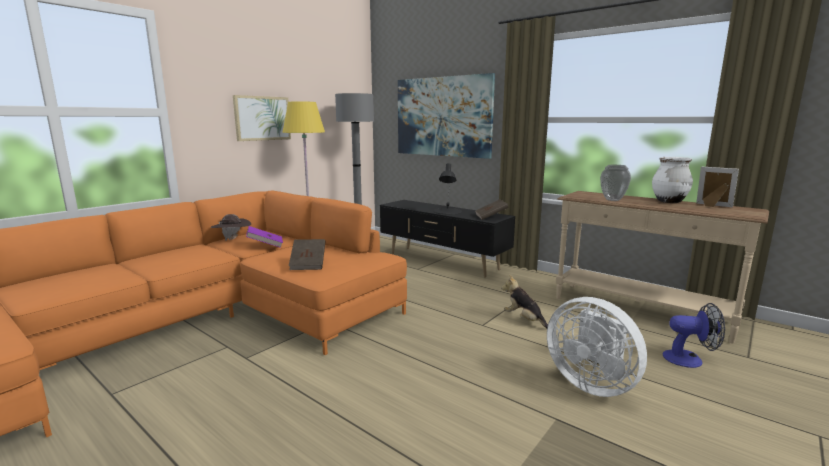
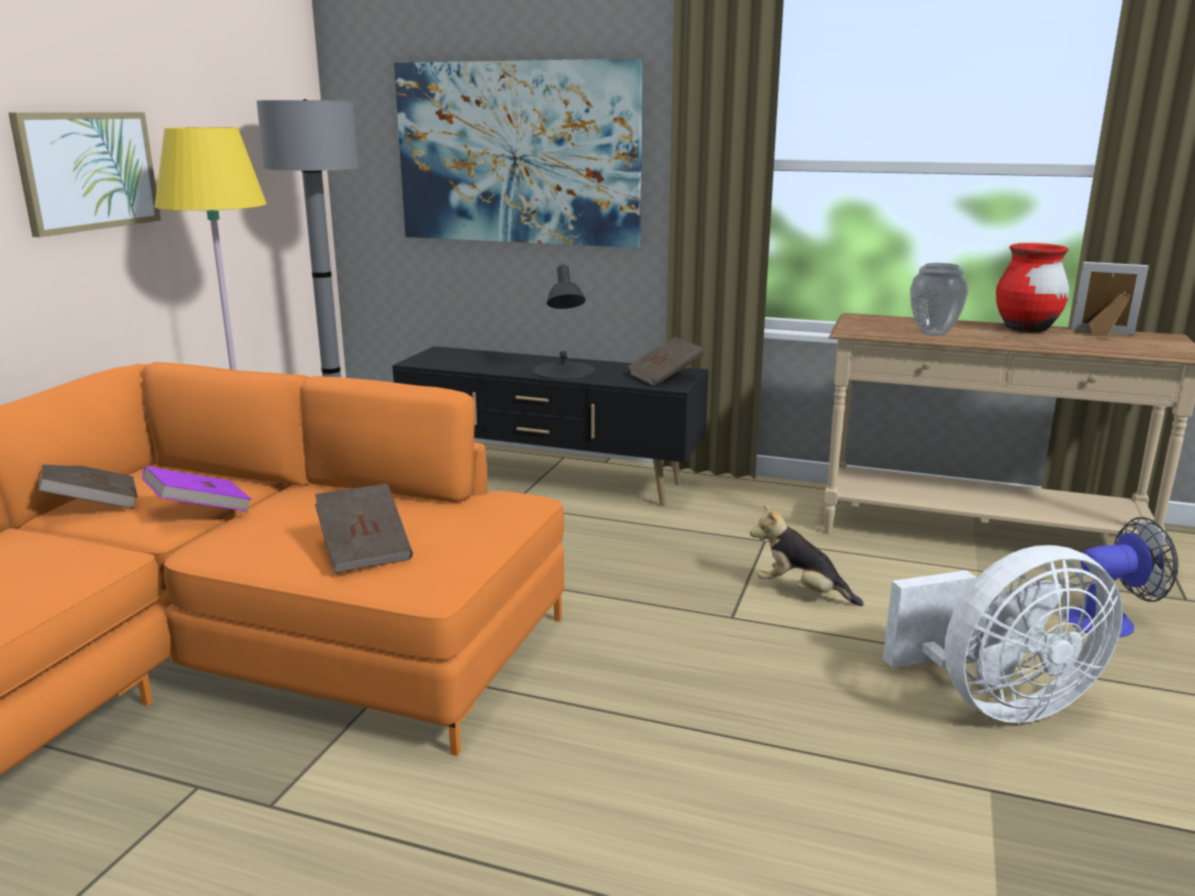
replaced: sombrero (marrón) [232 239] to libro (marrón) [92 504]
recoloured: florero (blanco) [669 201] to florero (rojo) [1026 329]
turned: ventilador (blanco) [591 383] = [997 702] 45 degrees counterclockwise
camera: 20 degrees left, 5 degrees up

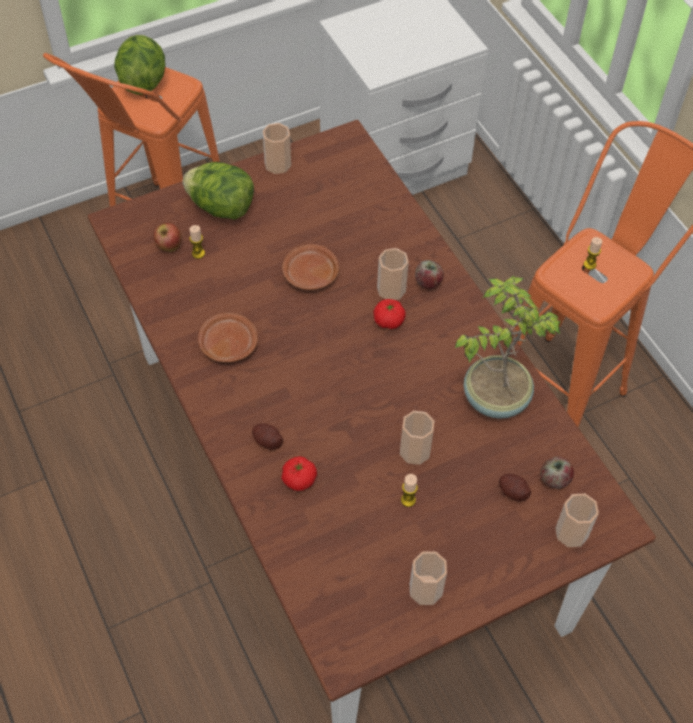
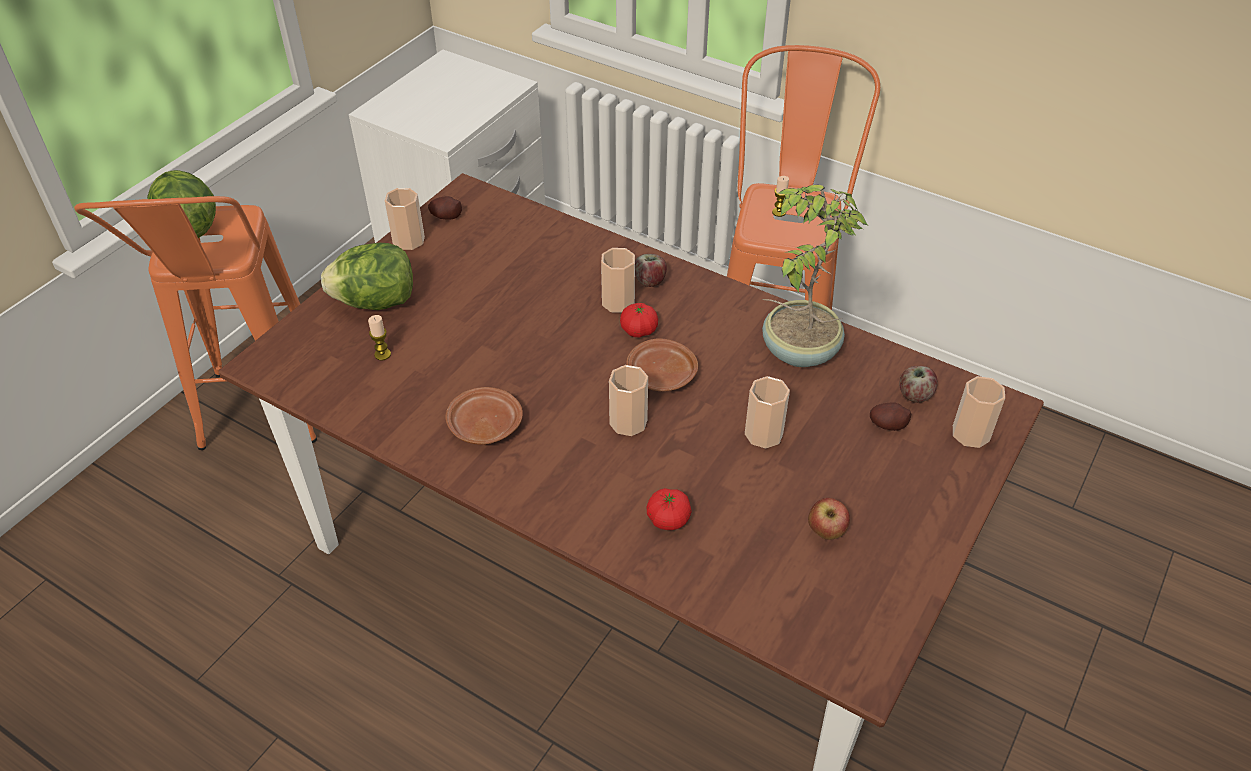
removed: vela [408 500]
moved: patata [267 441] to [446 216]; taza [425 590] to [628 422]; plato (marrón) [310 274] to [662 375]; manzana [169 247] to [826 532]
camera: 30 degrees left, 10 degrees down

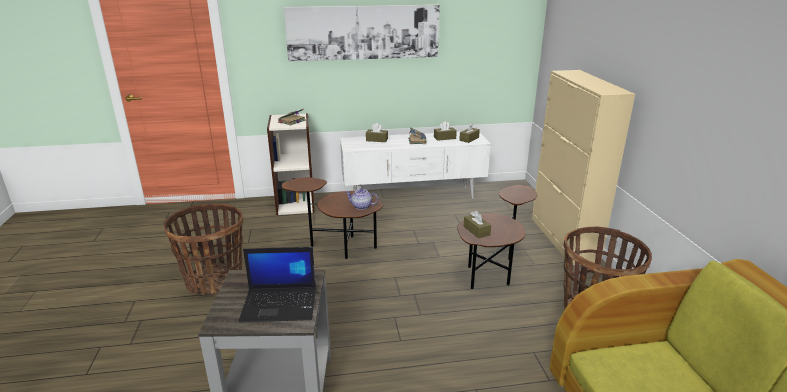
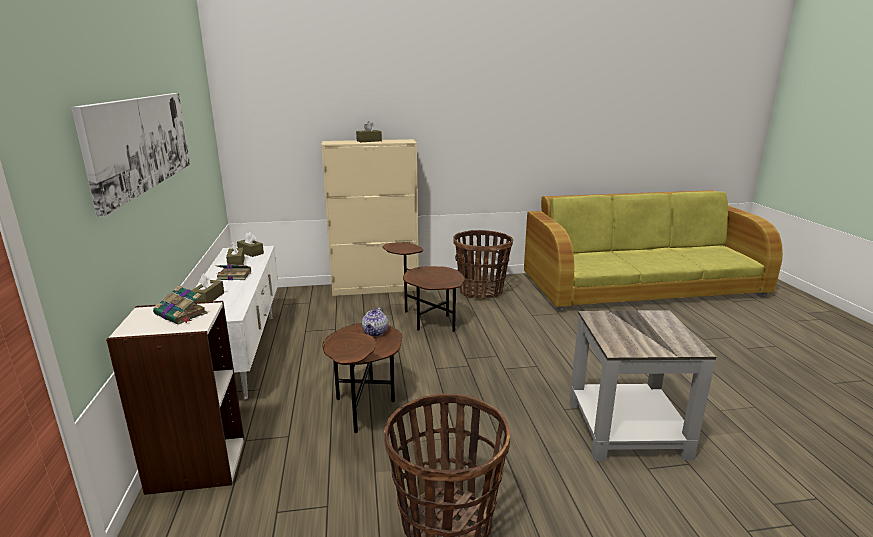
removed: portátil [280 304]
moved: caja de pañuelos (marrón) [476 231] to [369 141]
camera: 90 degrees left, 5 degrees down

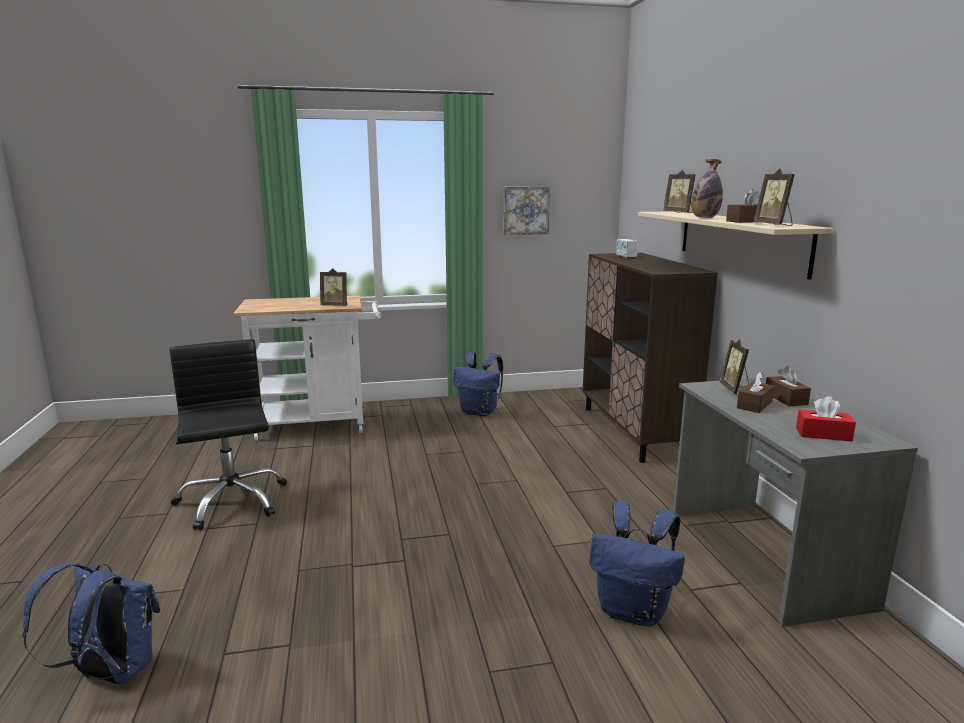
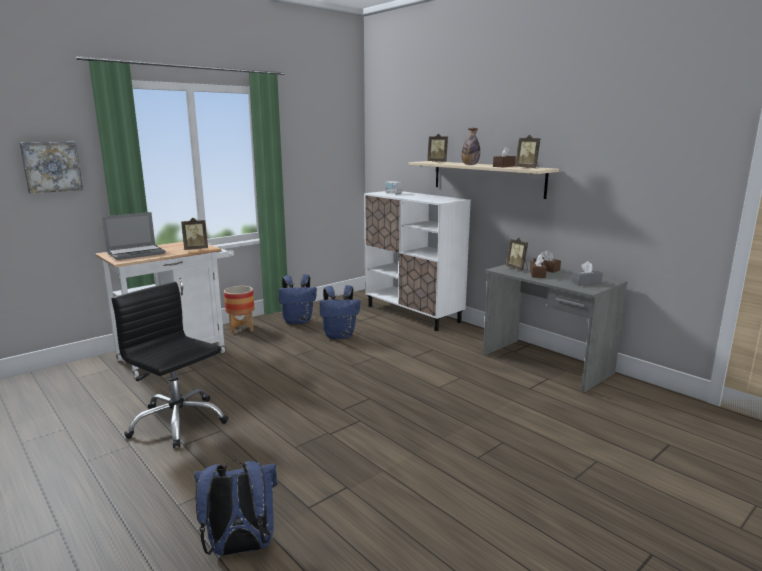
added: portátil [136 253]; maceta [241 328]
moved: cuadro [525 210] to [51 166]; mochila (azul) [634 611] to [339 335]
recoloured: armario (marrón) [634 431] to armario (blanco) [413 314]; caja de pañuelos (rojo) [823 434] to caja de pañuelos (gris) [586 282]
camera: 30 degrees left, 0 degrees up

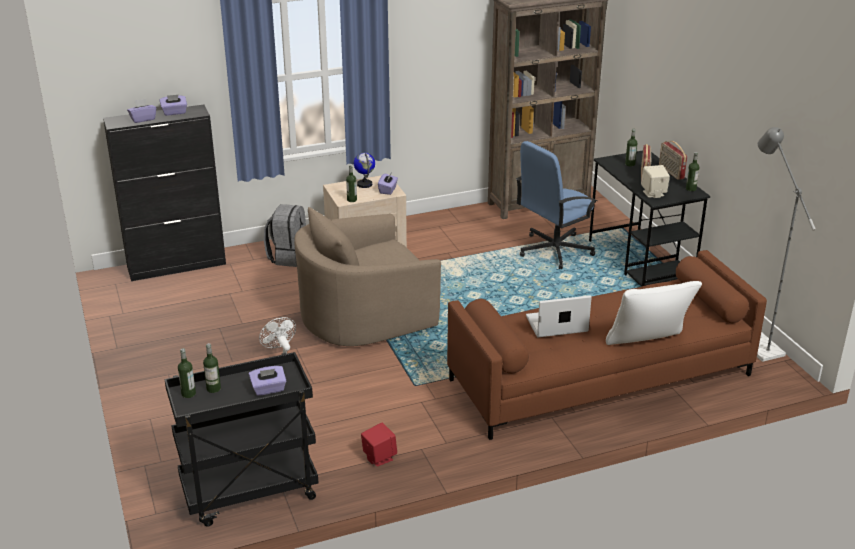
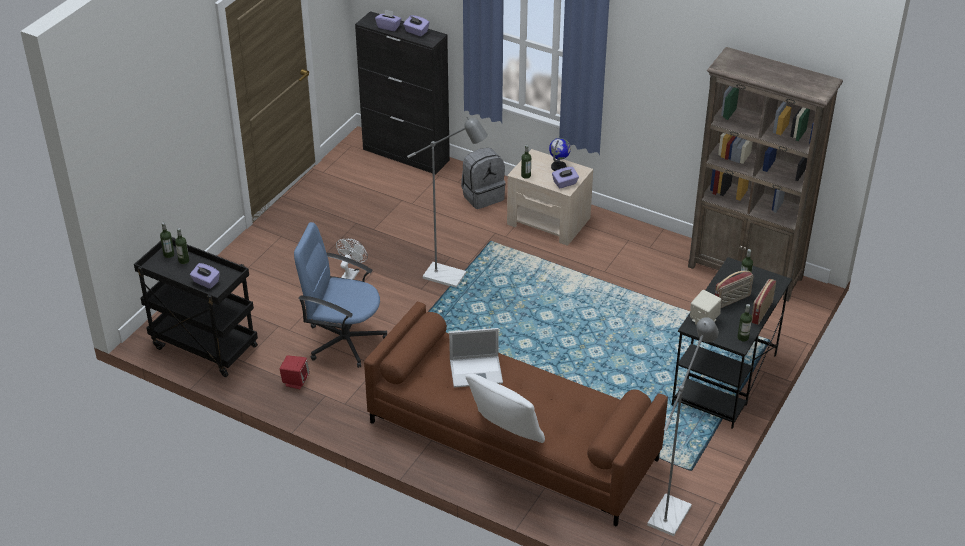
moved: silla de oficina (azul) [554 250] to [344 340]
replaced: sillón (beis) [364 315] to lámpara de pie (gris) [451 277]
turned: portátil [555 324] = [477 371] 135 degrees clockwise
camera: 50 degrees right, 10 degrees up

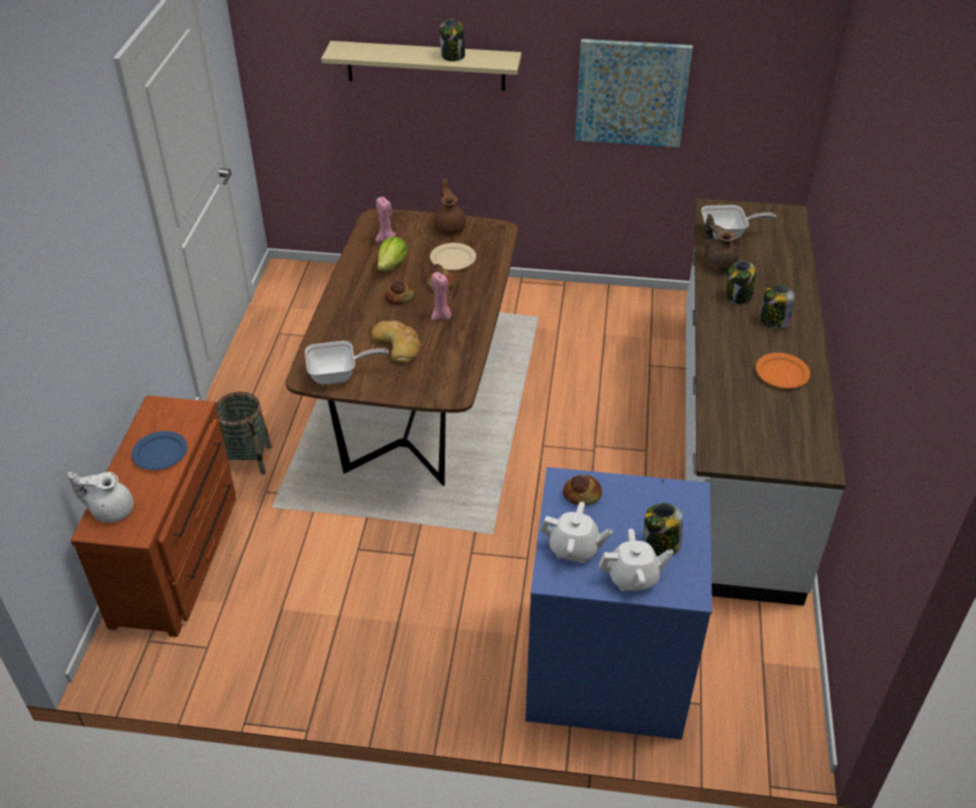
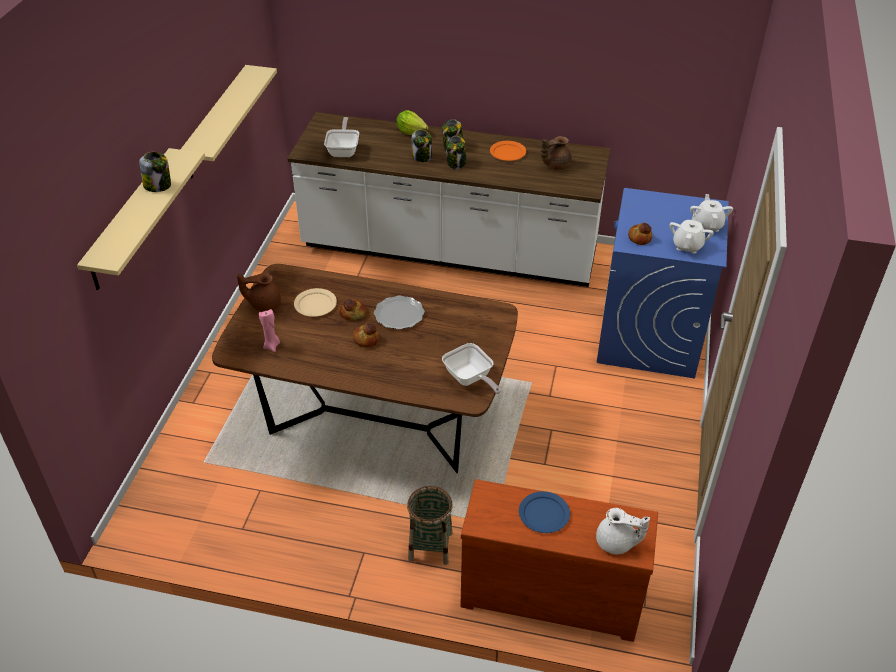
removed: pan [398 344]
moved: lechuga [392 265] to [411 132]; tarro [661 545] to [456 163]; tetera (marrón) [718 264] to [555 165]
replaced: cuadro [631 92] to estante (beis) [216 122]; vela (rosa) [442 316] to plato [399 315]
turned: sartén [338 375] = [470 379] 150 degrees clockwise; tetera (blanco) [111 510] = [616 543] 75 degrees counterclockwise
camera: 85 degrees left, 0 degrees up

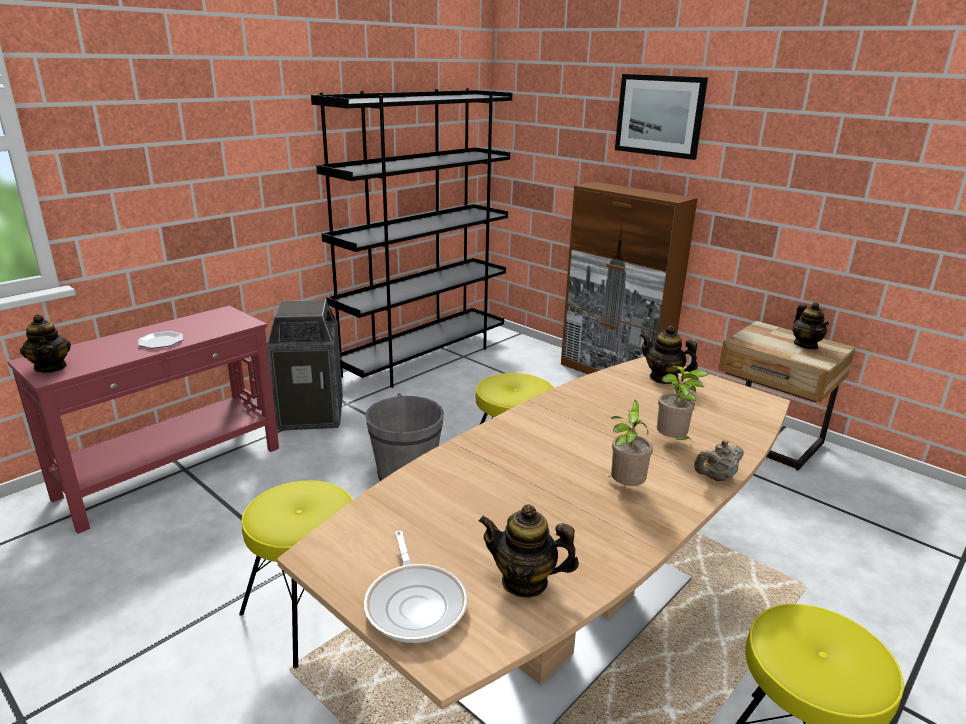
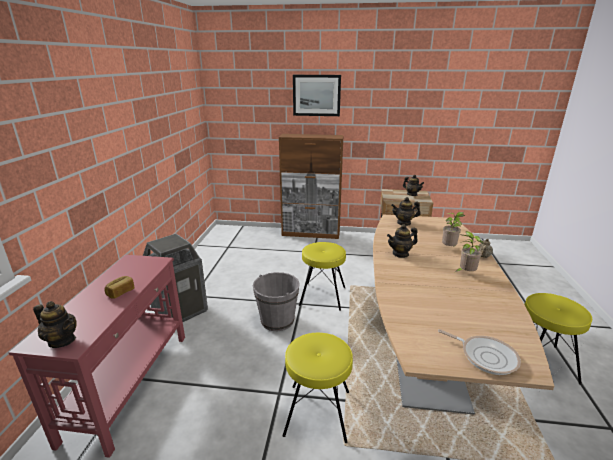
removed: estantería (negro) [424 359]
moved: tetera [525 581] to [400 254]
replaced: plato [161 342] to pan [120 292]
camera: 35 degrees left, 0 degrees up

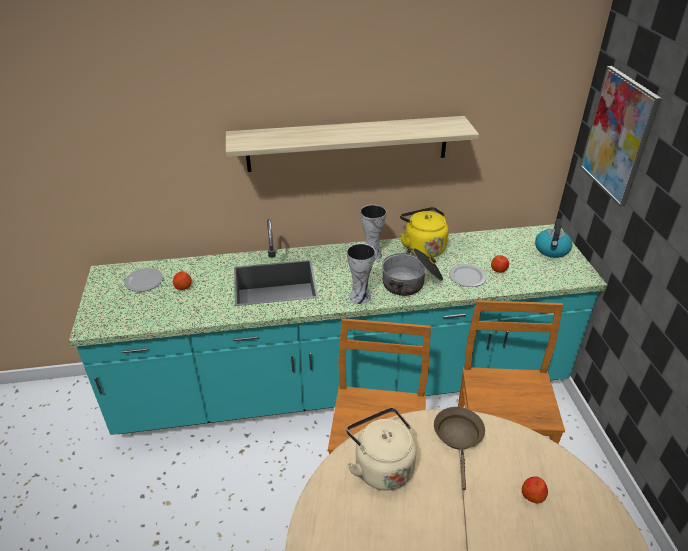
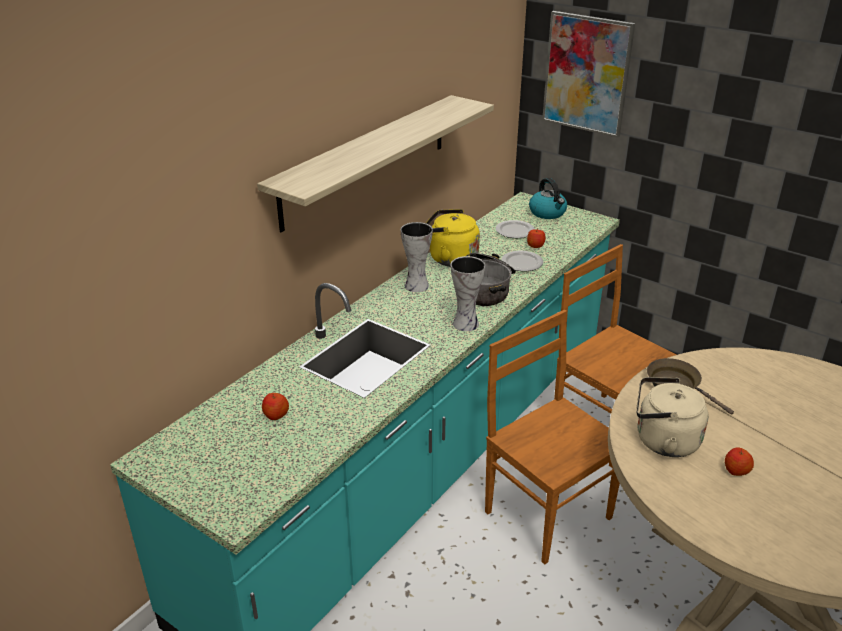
moved: plato [144 281] to [514 231]; manzana [532 495] to [736 470]
camera: 45 degrees left, 5 degrees down

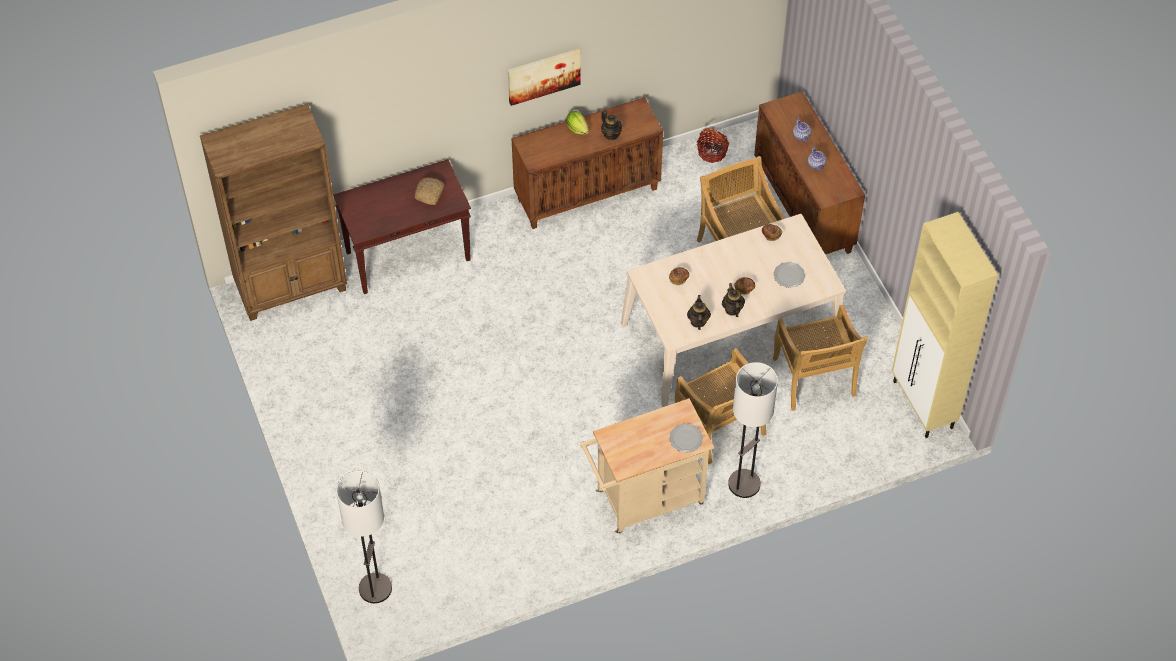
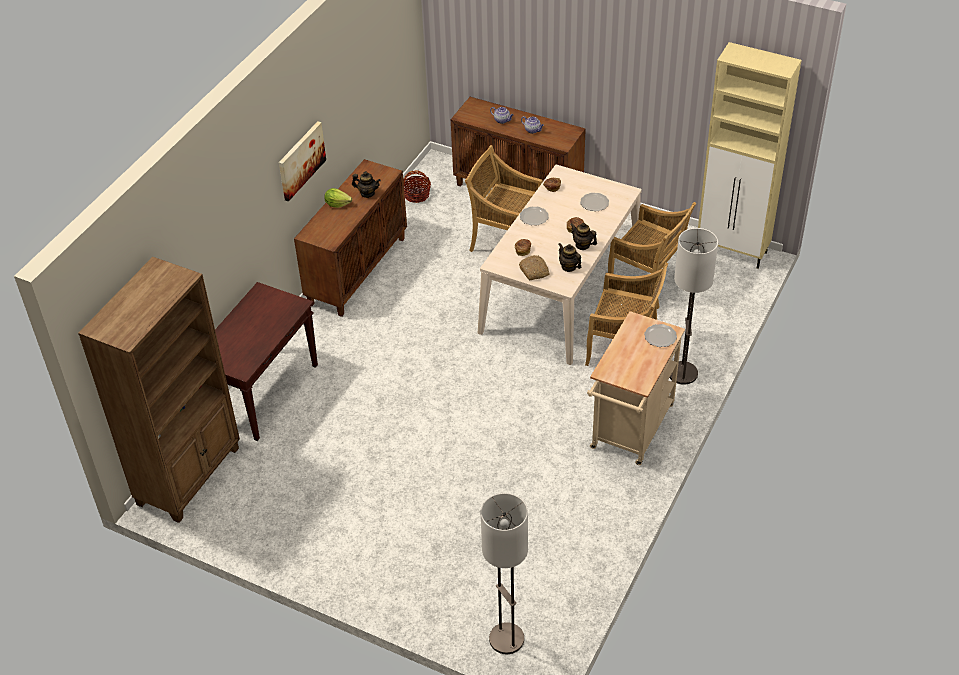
added: plato [534 217]
moved: pan [429 194] to [534 271]
camera: 40 degrees left, 10 degrees down

